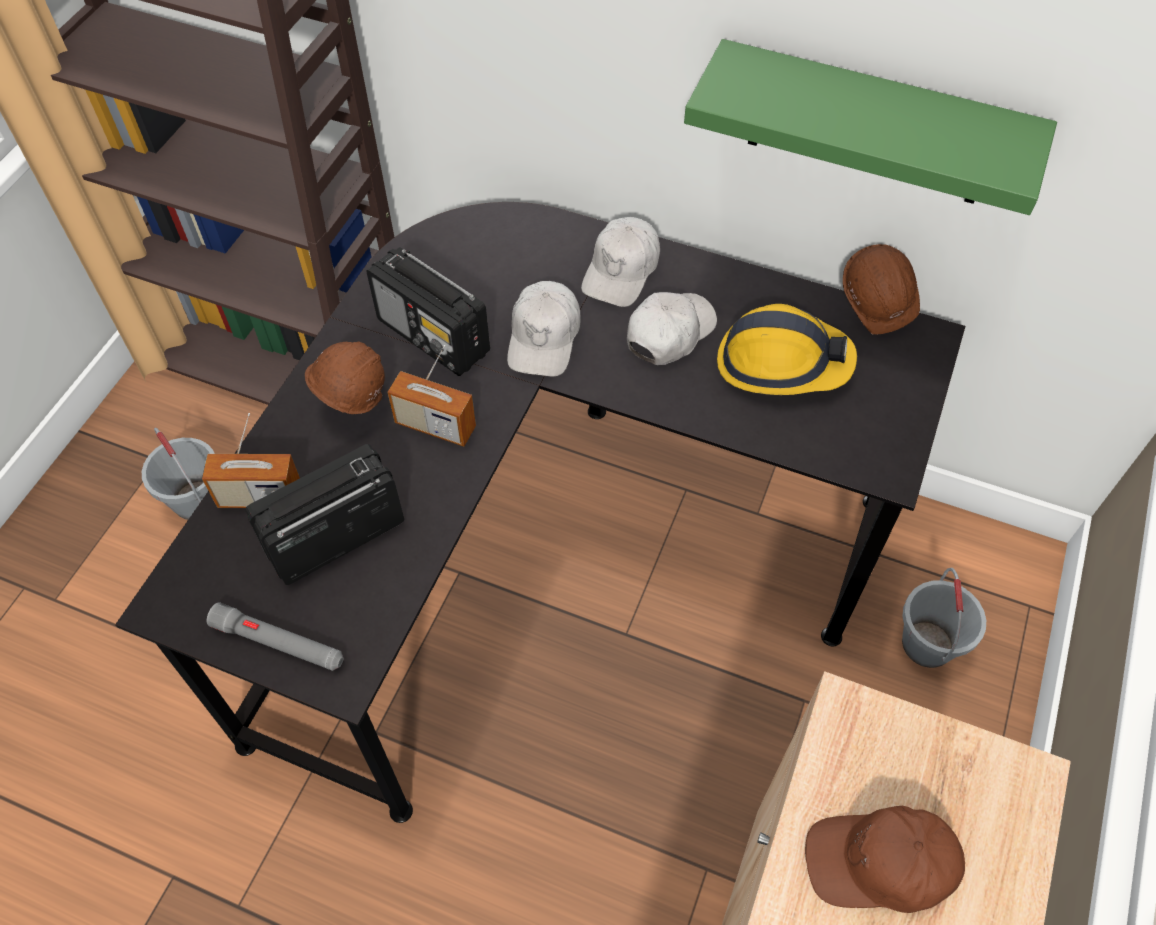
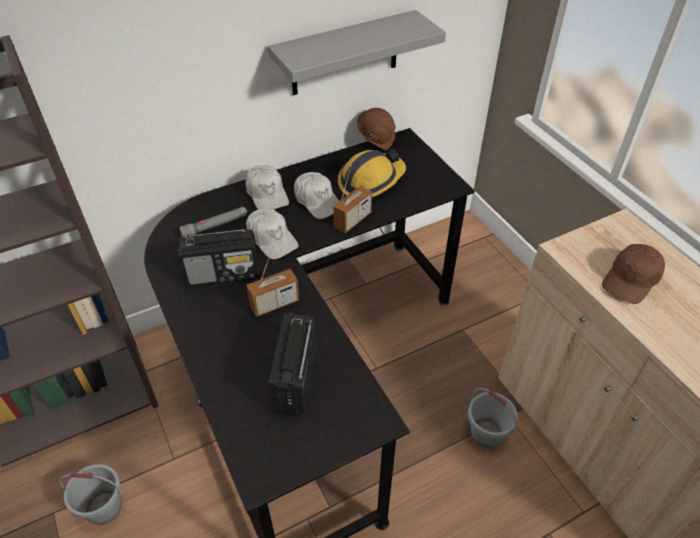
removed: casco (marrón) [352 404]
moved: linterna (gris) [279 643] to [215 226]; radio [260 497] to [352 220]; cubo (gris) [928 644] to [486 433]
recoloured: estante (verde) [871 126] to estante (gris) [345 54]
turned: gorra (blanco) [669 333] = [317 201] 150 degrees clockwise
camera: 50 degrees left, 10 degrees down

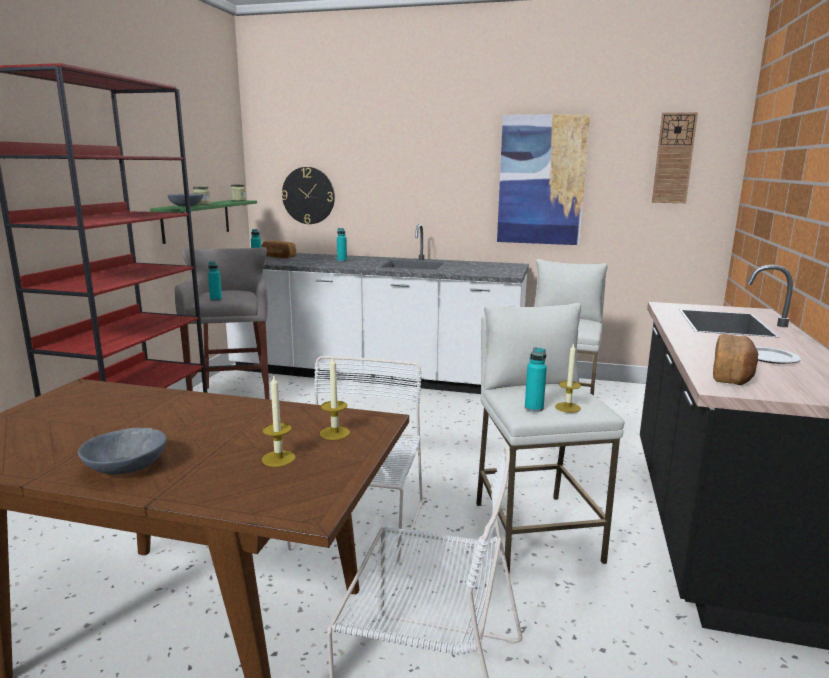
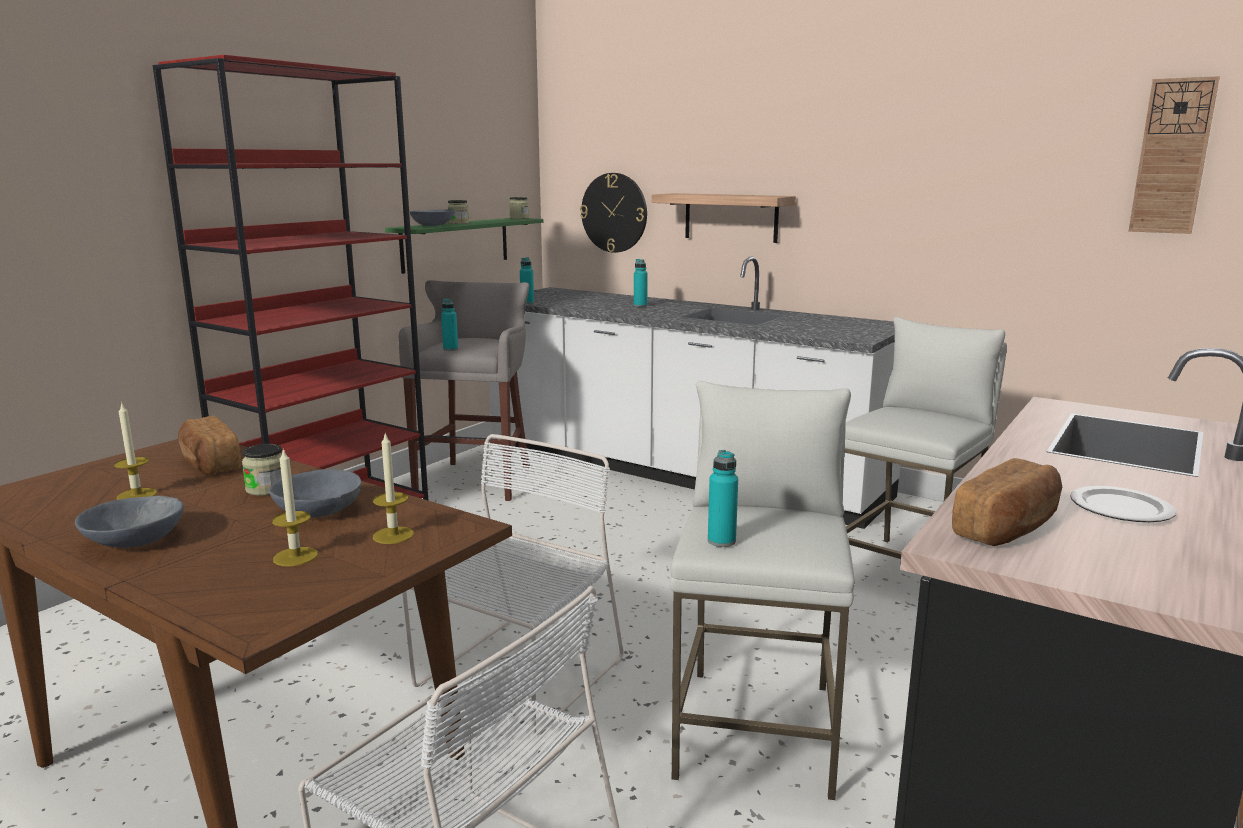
removed: cuadro [541 180]
added: tarro [267 489]; cuenco (gris) [318 510]; estante [731 217]
moved: vela [567 407] to [137 495]; pan [278 257] to [209 463]
camera: 20 degrees right, 0 degrees up

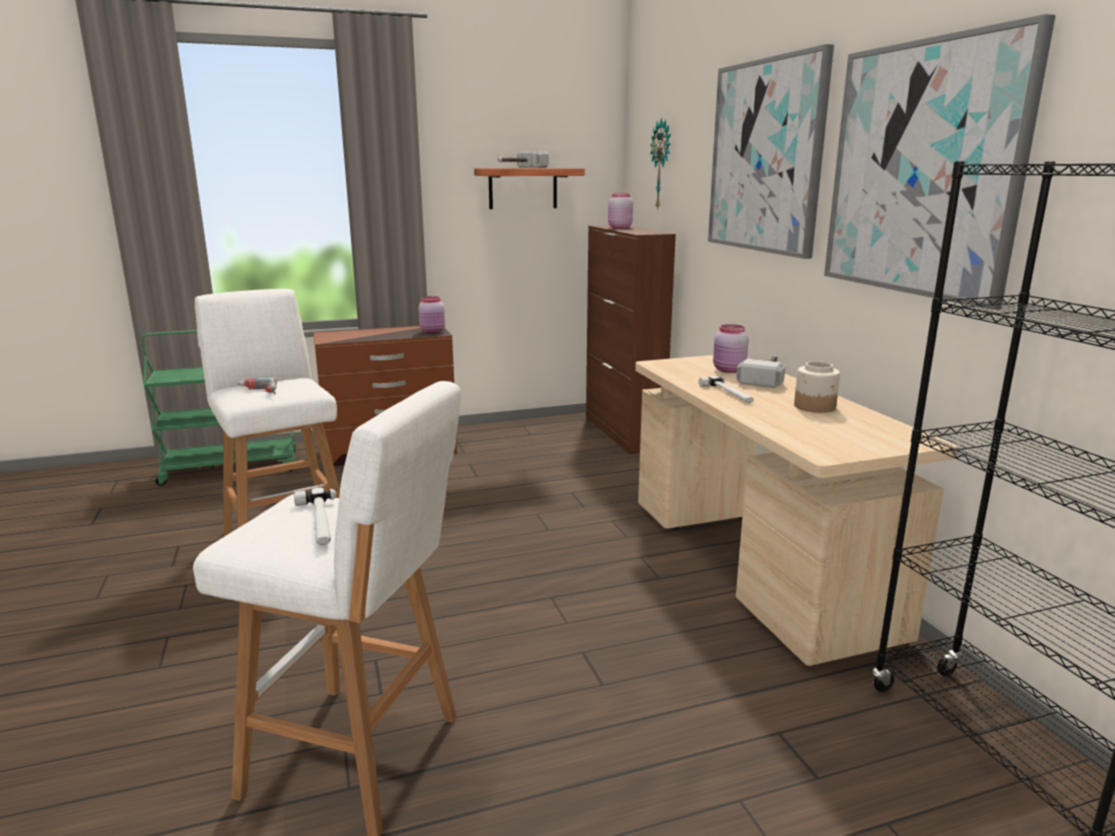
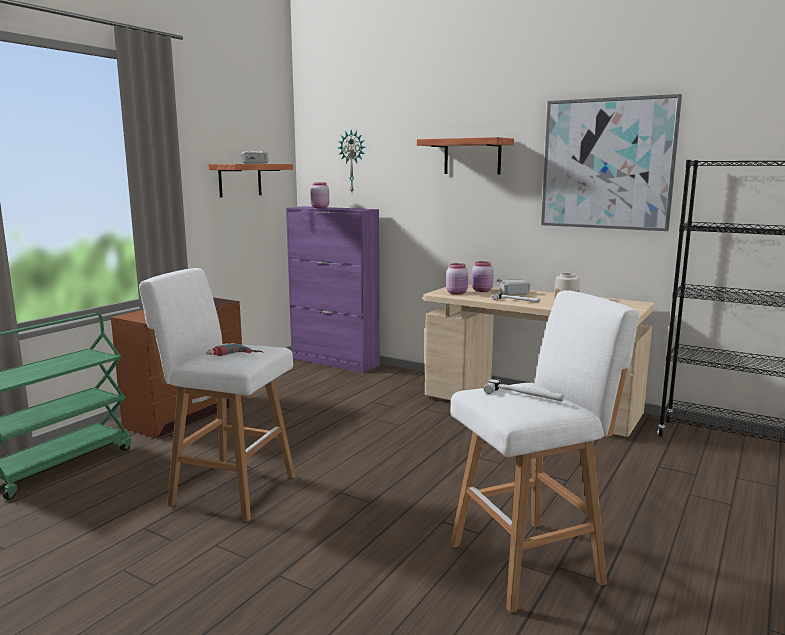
moved: tarro (rosa) [433 332] to [457 293]
replaced: cuadro [765 157] to estante [472 157]
recoloured: armario (marrón) [623 433] to armario (morado) [335 361]
camera: 40 degrees left, 5 degrees down

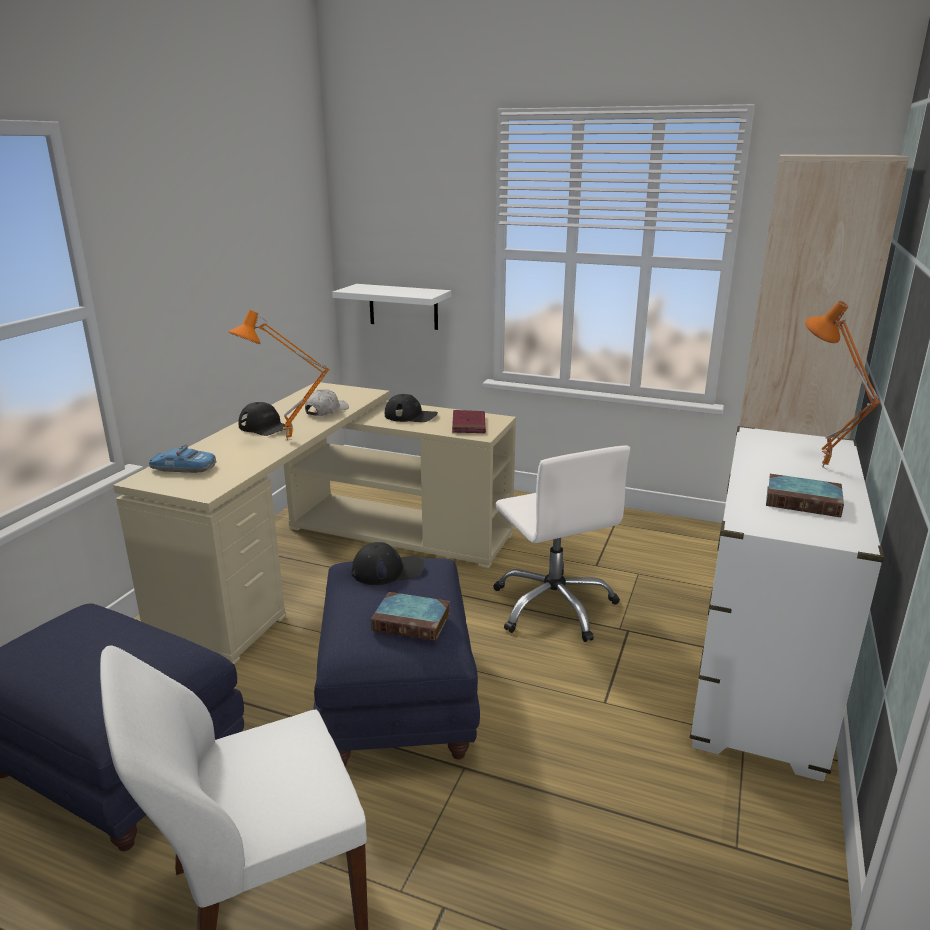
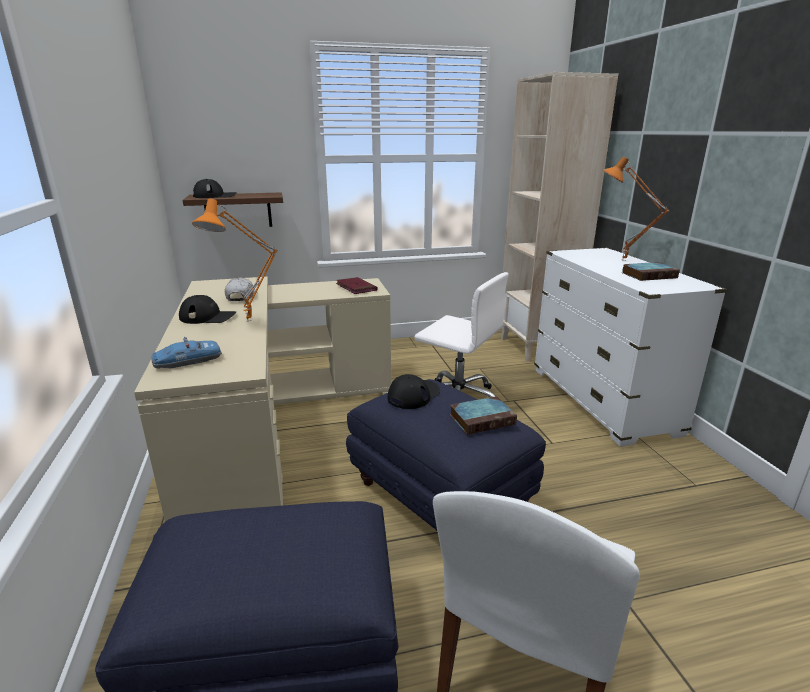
moved: gorra (negro) [411 416] to [215 196]
recoloured: estante (blanco) [403 306] to estante (marrón) [238 210]
camera: 35 degrees left, 0 degrees up

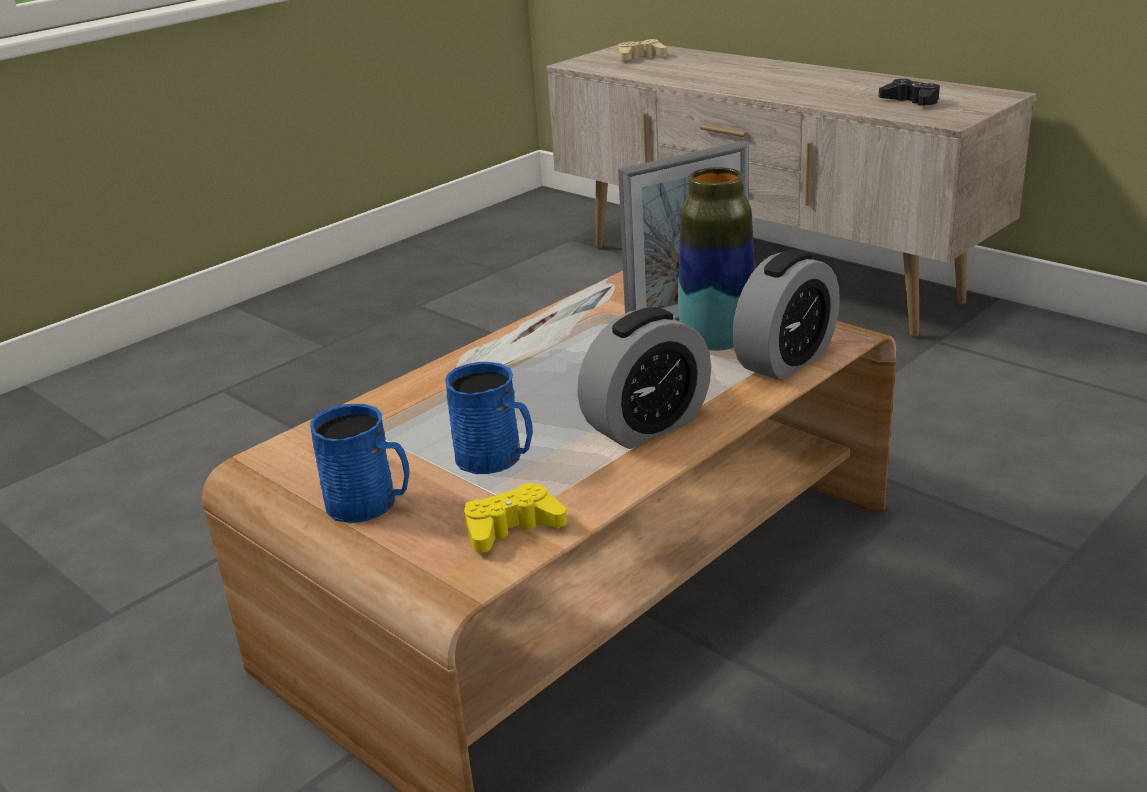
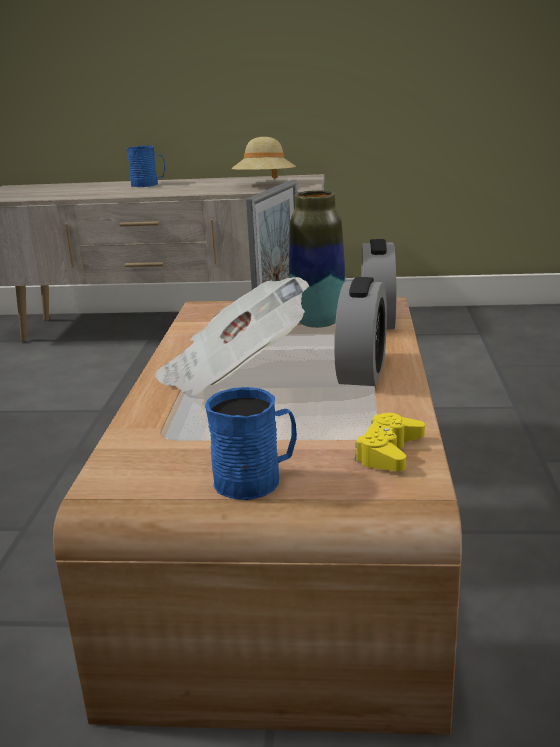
removed: mando de consola (beis) [640 57]
moved: taza grande (azul) [496 459] to [148 184]
replaced: mando de consola (negro) [911 101] to sombrero (beis) [265 184]
camera: 40 degrees left, 5 degrees down

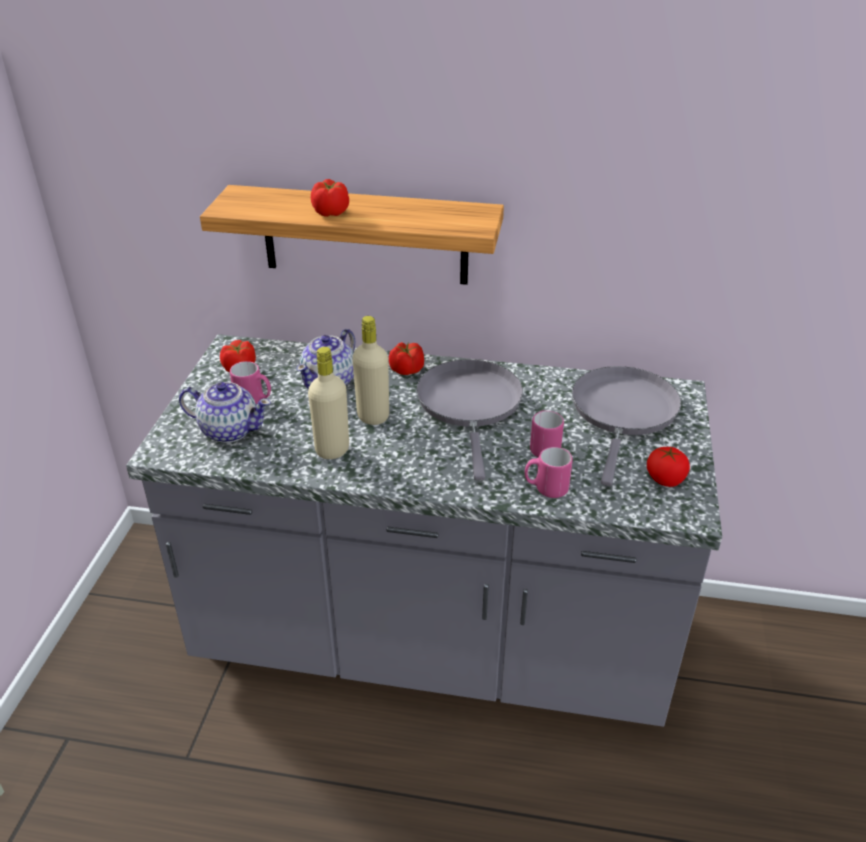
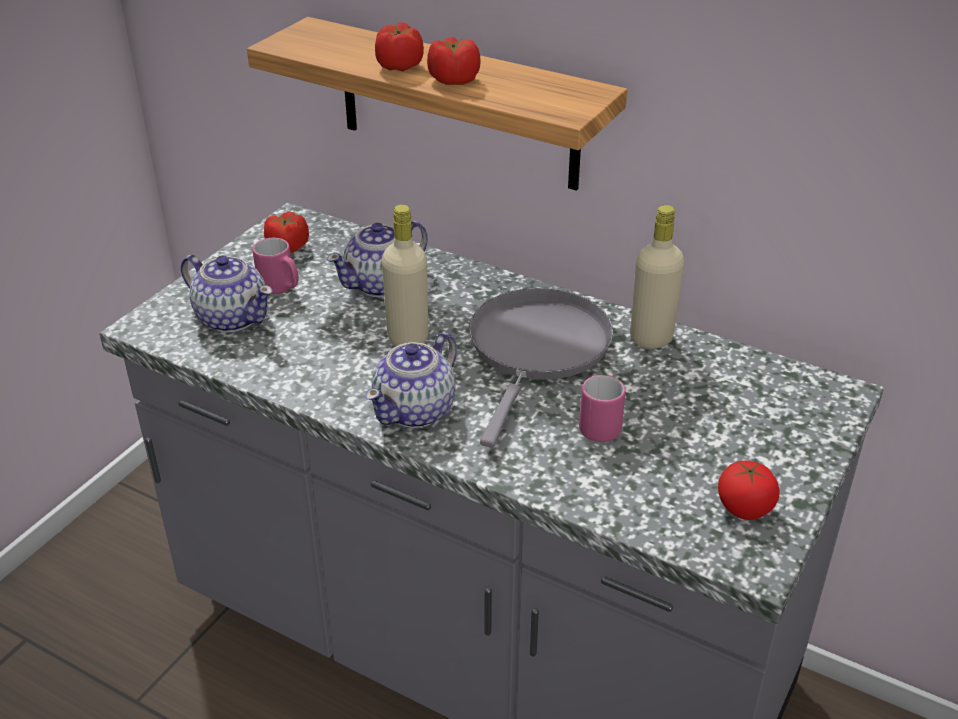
removed: taza grande (rosa) [546 488]; sartén (gris) [623 412]
added: tetera [416 410]
moved: tomate [406 370] to [453 80]; botella (beis) [332 450] to [651 338]
camera: 20 degrees right, 0 degrees up

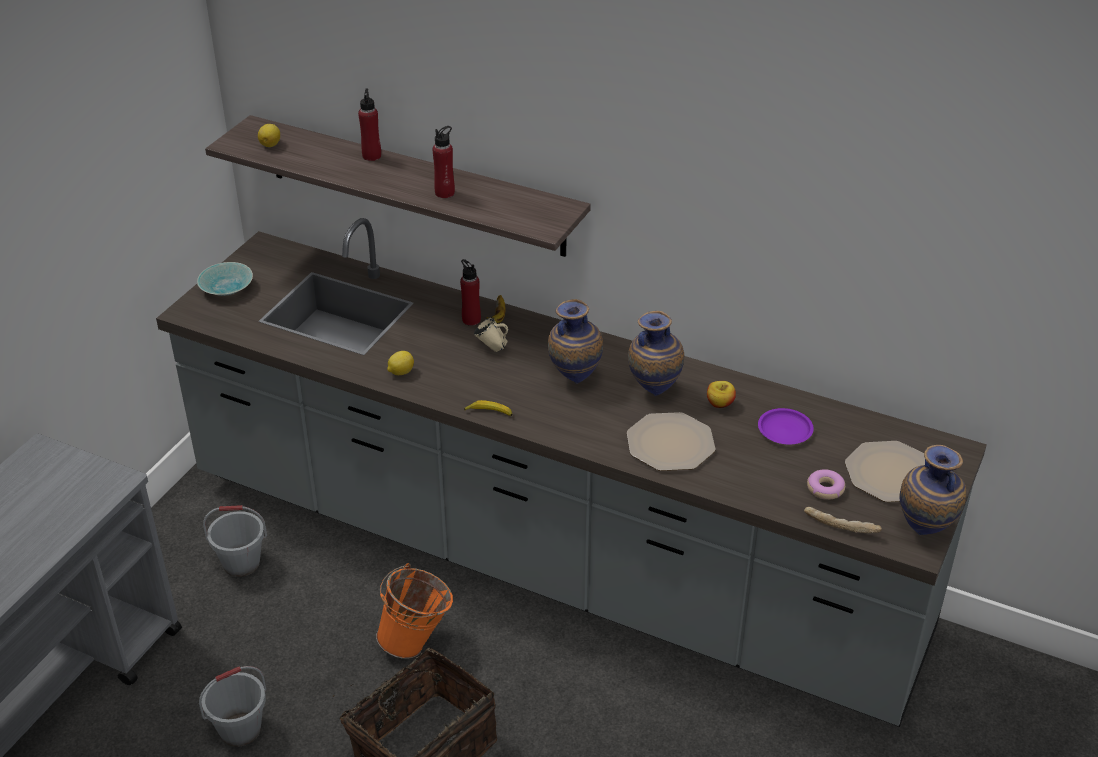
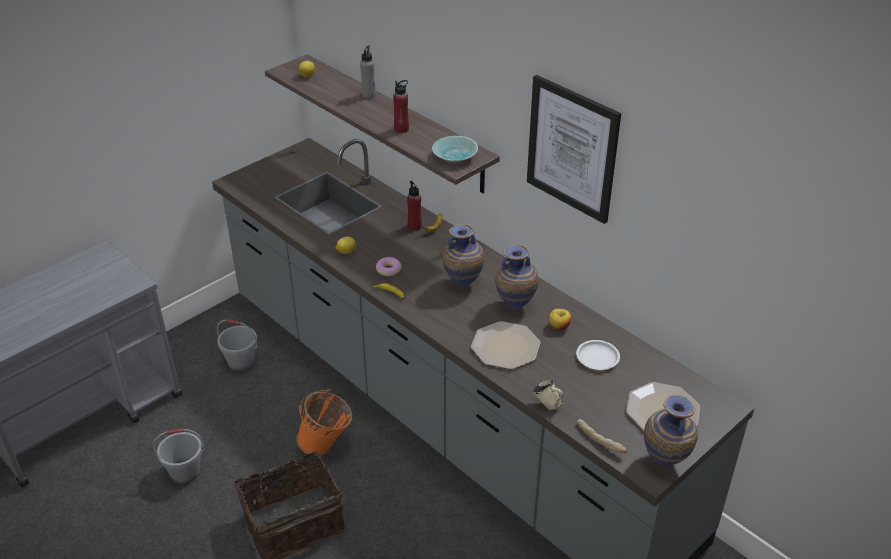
added: cuadro [572 149]
moved: rosquilla [825 489] to [388 270]; cuenco (turquesa) [227 289] to [455 157]; taza grande (beis) [492 348] to [547 405]
recoloured: botella (rojo) [371 156] to botella (gris) [368 95]; plato (morado) [785 430] to plato (blanco) [598 358]
camera: 20 degrees right, 0 degrees up

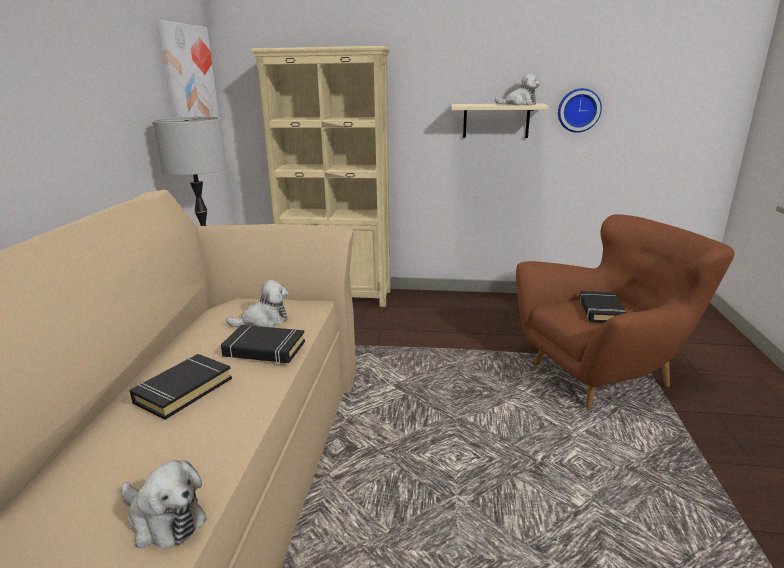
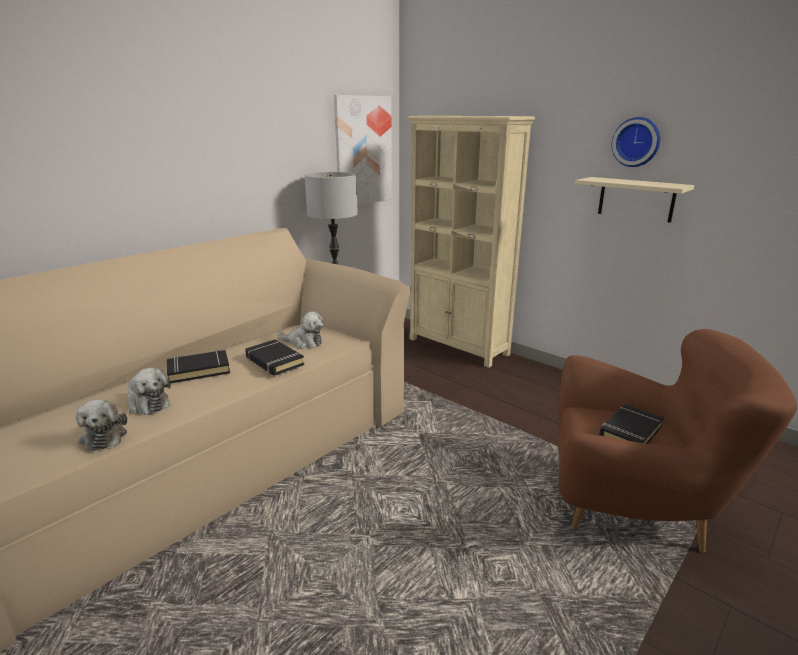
moved: peluche [519 104] to [147 404]; reloj de pared [578 110] to [636 142]
camera: 35 degrees right, 0 degrees up

